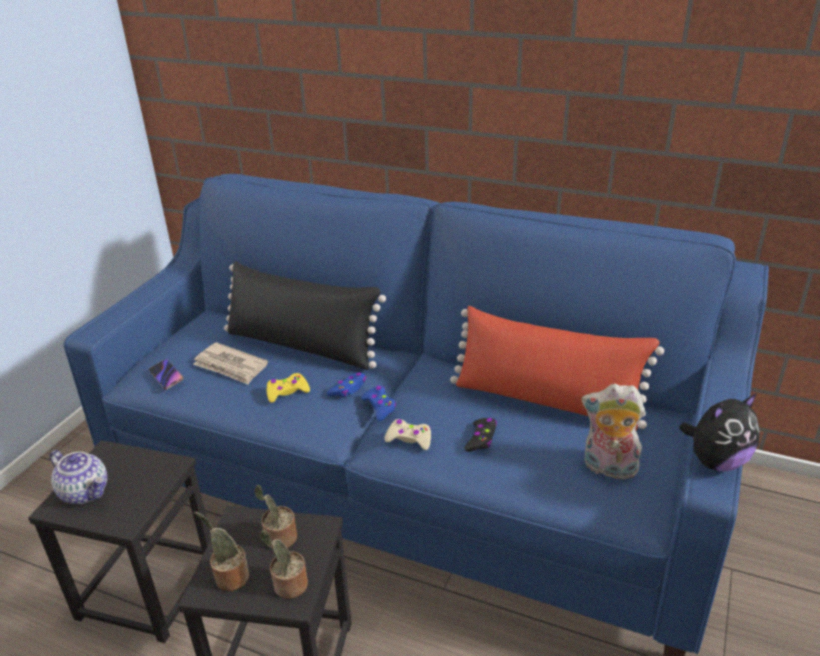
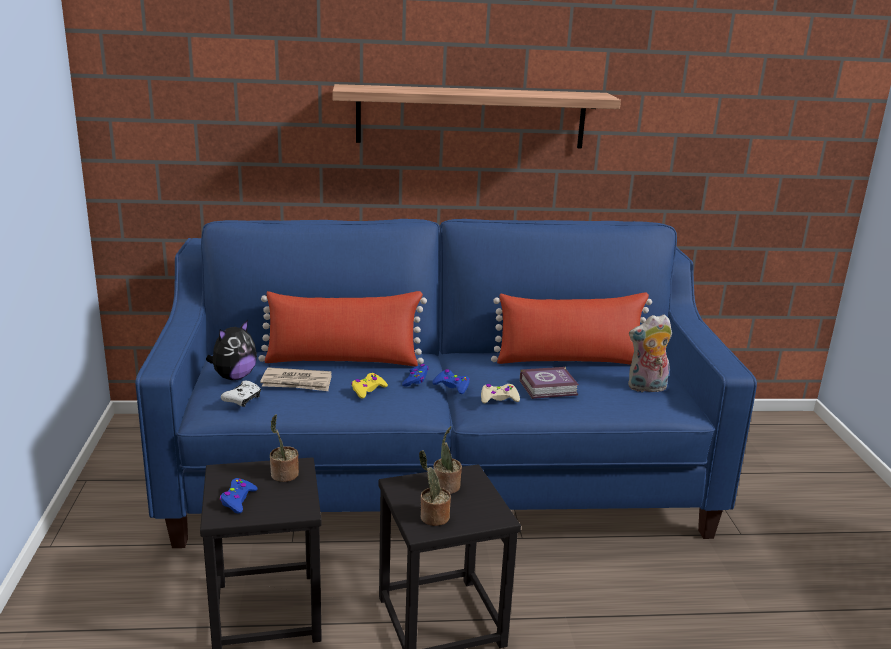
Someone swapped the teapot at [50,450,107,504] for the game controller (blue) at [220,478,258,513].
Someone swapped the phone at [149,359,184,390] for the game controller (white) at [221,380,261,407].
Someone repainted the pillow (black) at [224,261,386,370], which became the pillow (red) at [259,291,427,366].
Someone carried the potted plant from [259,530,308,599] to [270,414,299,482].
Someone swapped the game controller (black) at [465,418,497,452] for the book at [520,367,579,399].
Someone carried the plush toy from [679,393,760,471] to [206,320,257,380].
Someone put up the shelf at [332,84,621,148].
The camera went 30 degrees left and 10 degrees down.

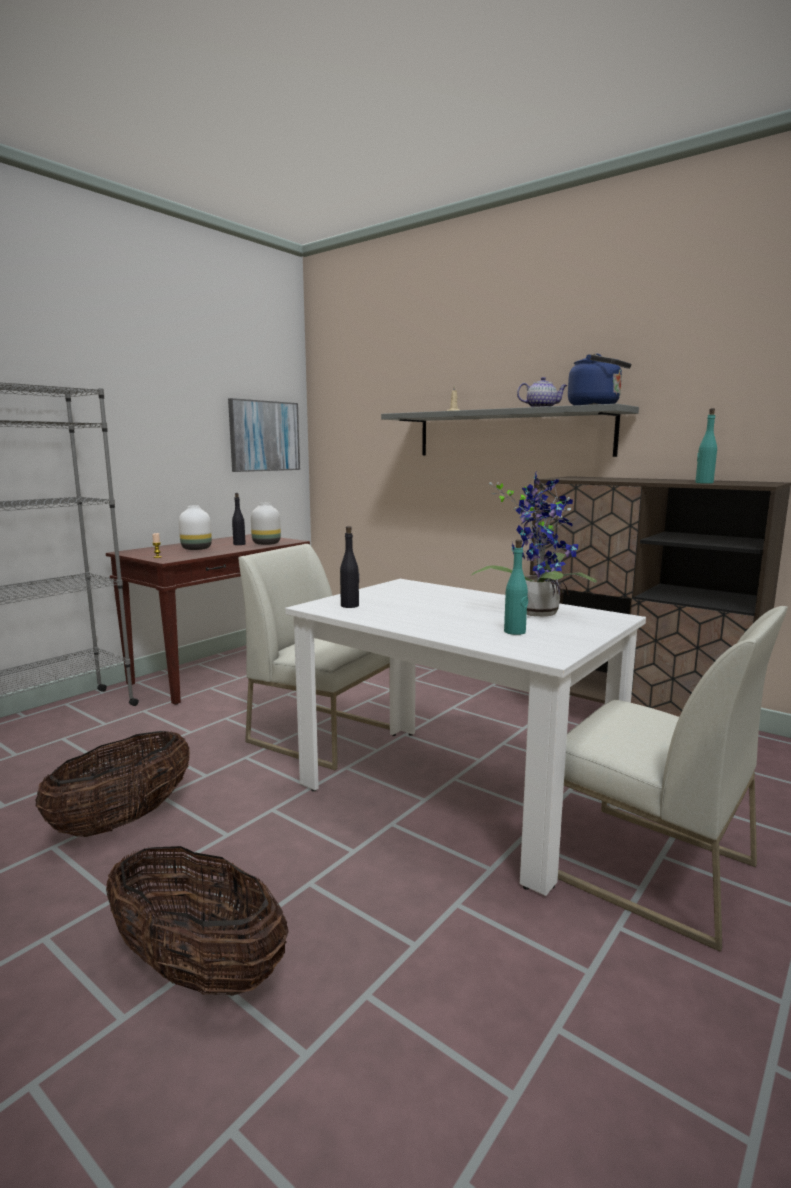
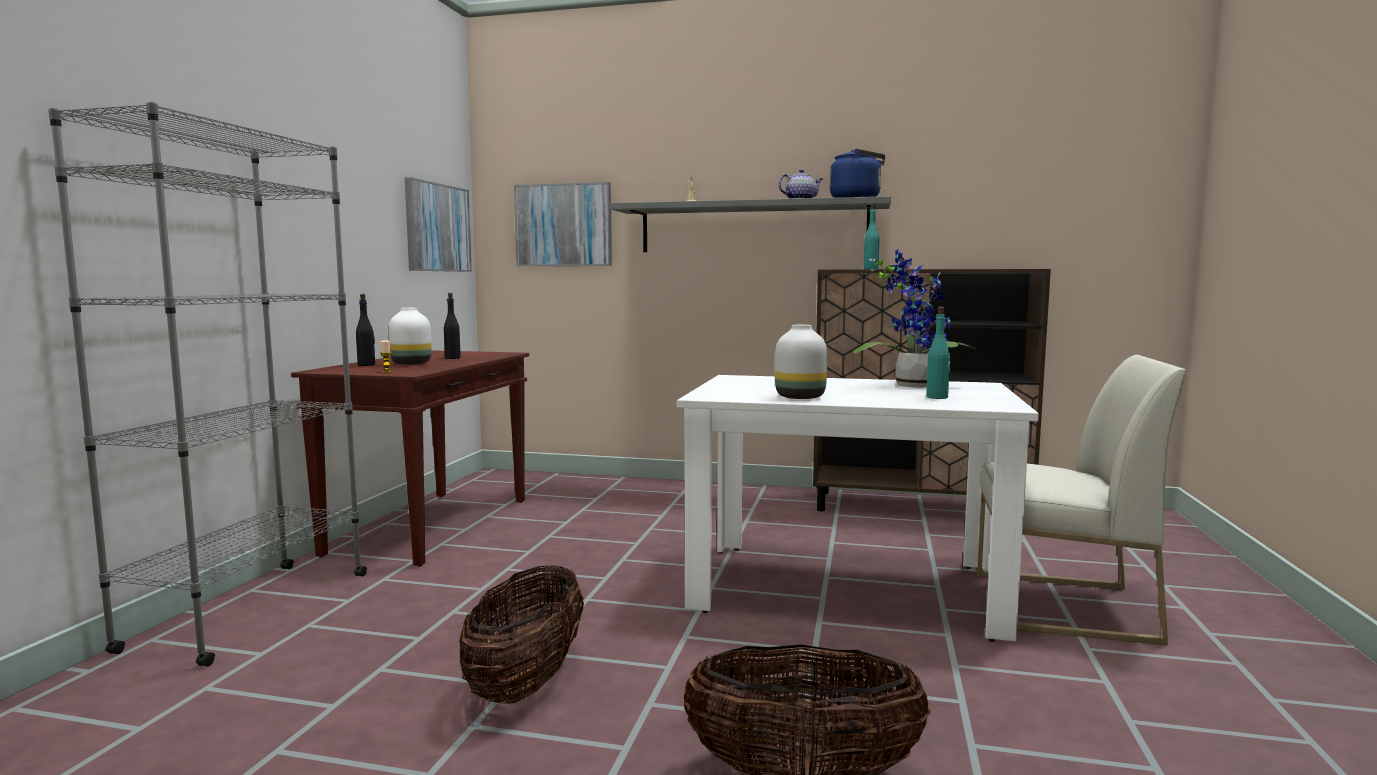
Someone took away the chair (white) at [238,544,390,770].
Someone carried the vase (white) from [251,503,281,545] to [775,325,827,399].
Someone carried the bottle (black) from [340,526,359,608] to [356,294,375,366].
Someone carried the bottle (turquoise) from [695,408,717,484] to [864,204,880,269].
Someone put up the picture at [514,182,612,266].
The camera went 25 degrees left and 5 degrees down.

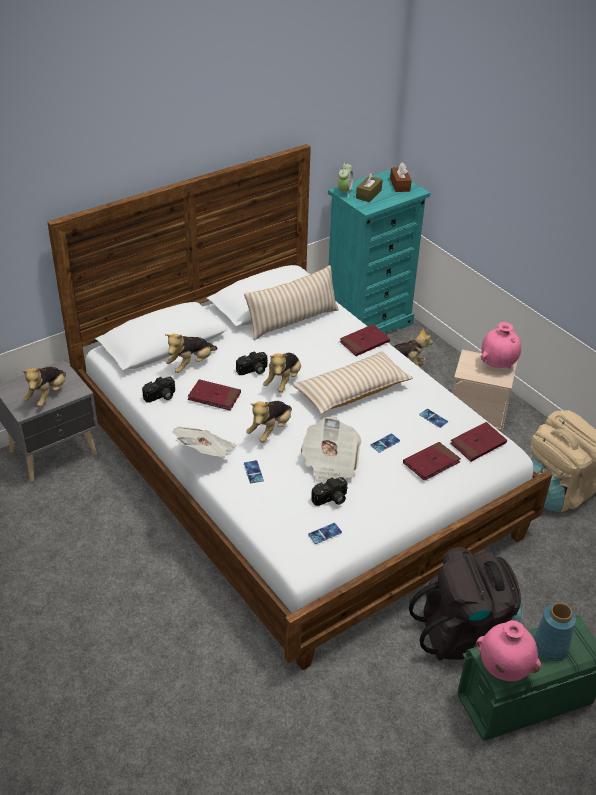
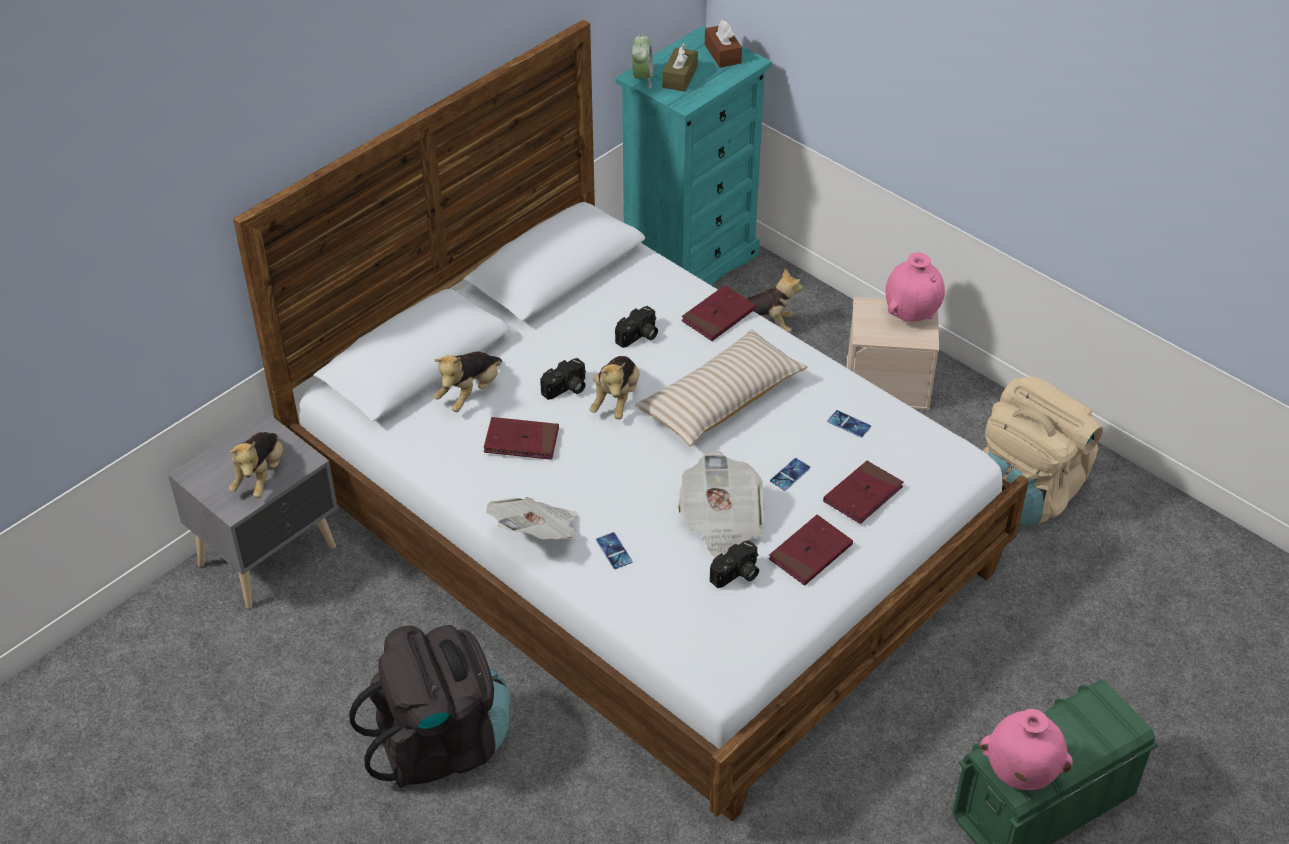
Someone carried the photo camera from [142,377,175,403] to [615,306,658,348].
Someone took away the pillow (beige) at [244,265,339,340].
Someone took away the plush toy at [246,401,292,443].
Someone took away the phone at [308,523,342,544].
Someone carried the backpack (black) from [409,547,522,660] to [349,625,510,788].
Someone carried the book (red) from [450,422,507,462] to [769,515,853,586].
Someone took away the vase (blue) at [534,603,576,661].
The camera went 10 degrees left and 5 degrees up.

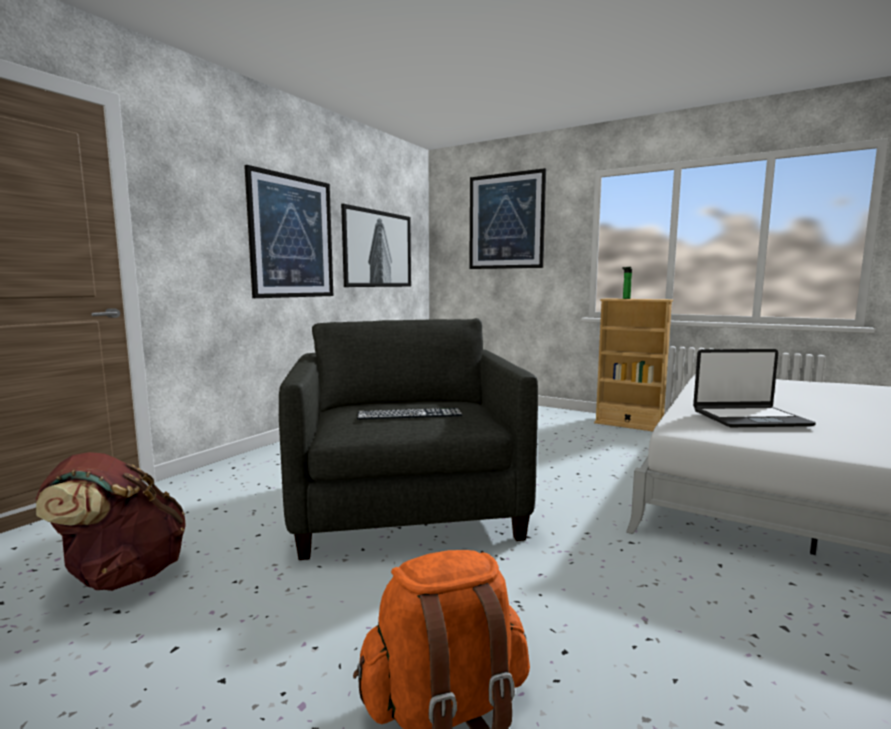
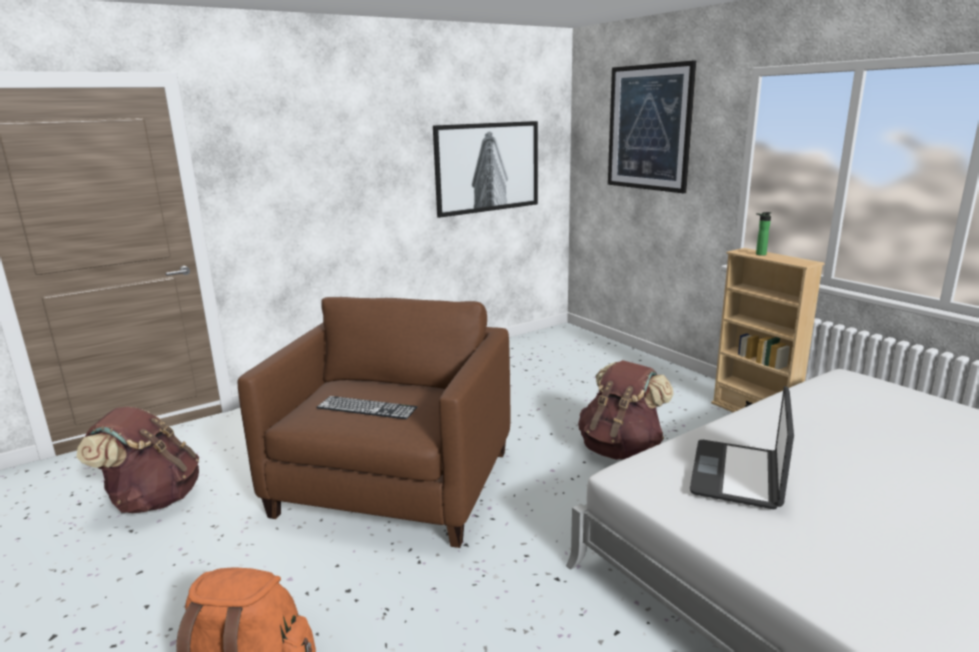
Someone took away the picture at [244,165,333,298].
Someone repainted the armchair (grey) at [279,318,538,560], which became the armchair (brown) at [238,297,510,548].
Someone rotated the laptop at [693,349,816,427] by 90 degrees clockwise.
Someone put down the backpack (brown) at [578,360,674,460].
The camera went 25 degrees right and 10 degrees up.

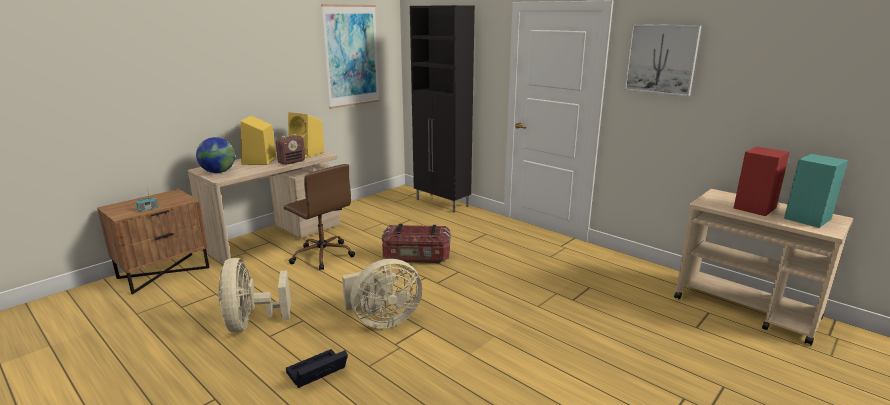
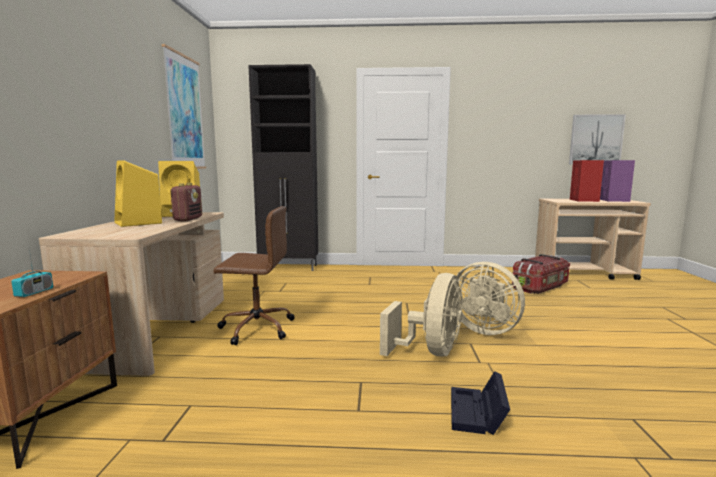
Someone took away the globe at [196,137,235,173].
Someone carried the fan (beige) from [218,258,291,332] to [456,262,525,335].
Someone carried the storage box from [382,224,451,263] to [512,254,570,294].
Someone carried the picture from [624,24,702,96] to [569,114,626,165].
Someone repainted the speaker (turquoise) at [784,154,848,228], which became the speaker (purple) at [600,160,635,202].
The camera went 40 degrees left and 10 degrees down.

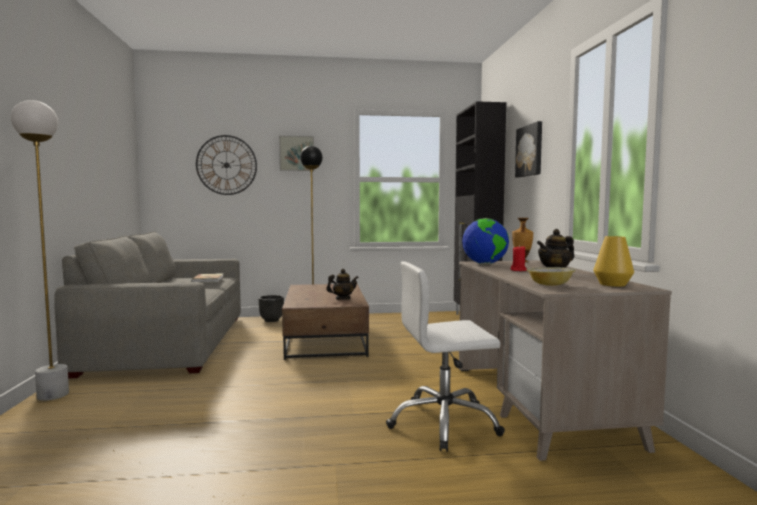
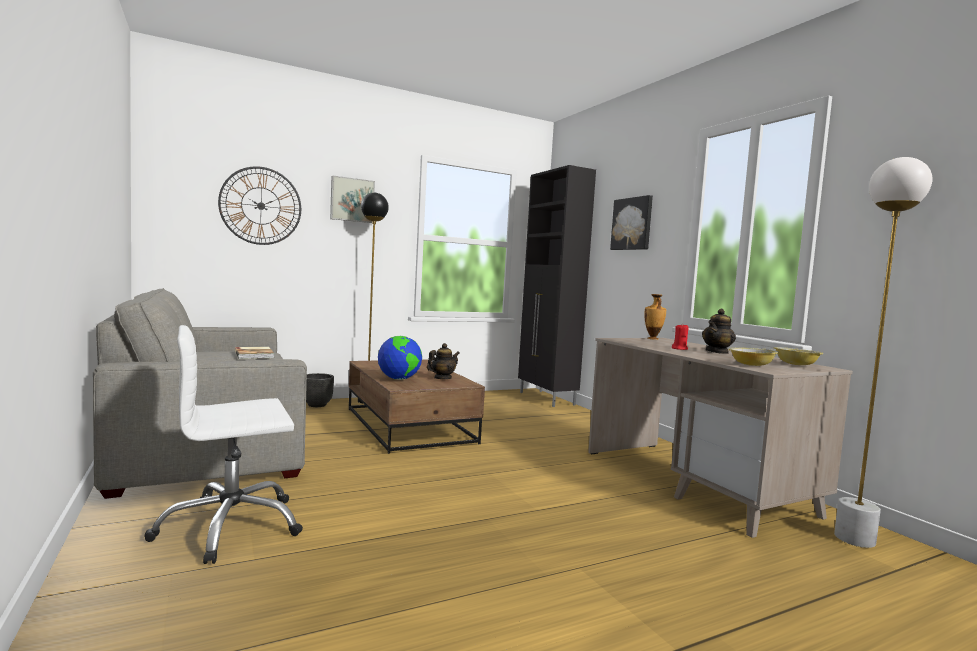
Someone carried the floor lamp (white) from [11,100,69,401] to [834,157,933,548].
Someone carried the office chair (white) from [386,261,505,452] to [144,325,303,564].
Someone carried the globe from [462,218,509,264] to [378,336,422,380].
Someone swapped the vase (yellow) at [594,236,634,287] for the bowl at [774,347,823,365].
The camera went 20 degrees left and 0 degrees up.

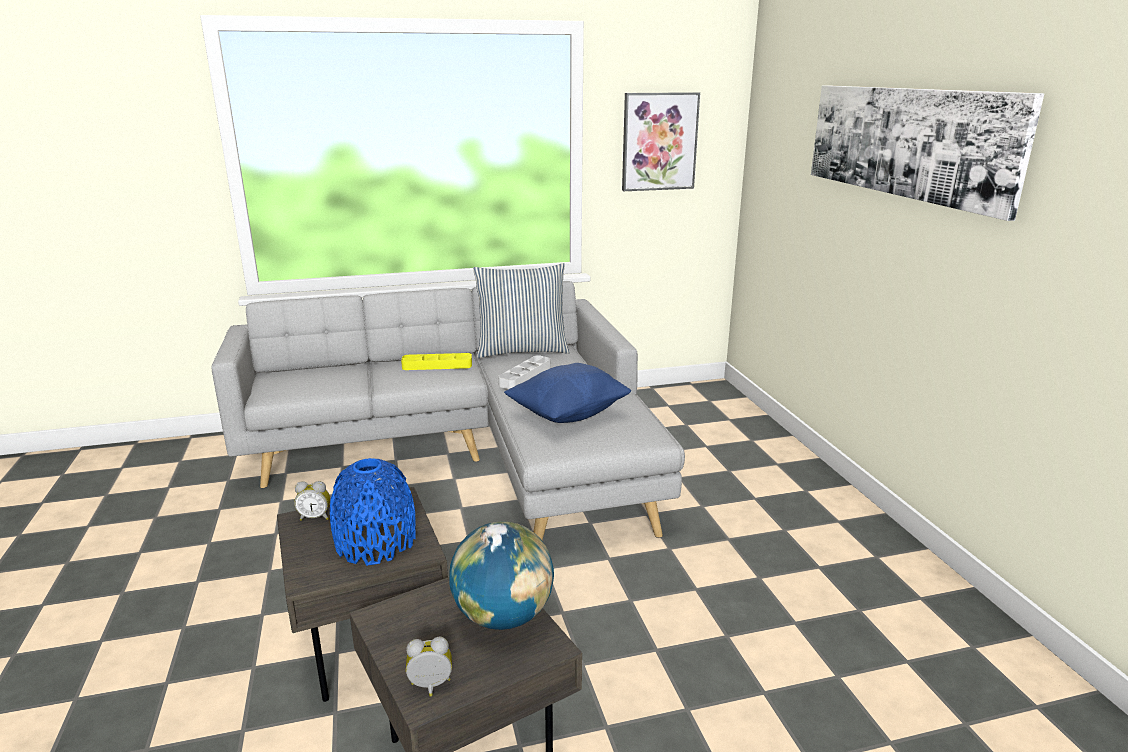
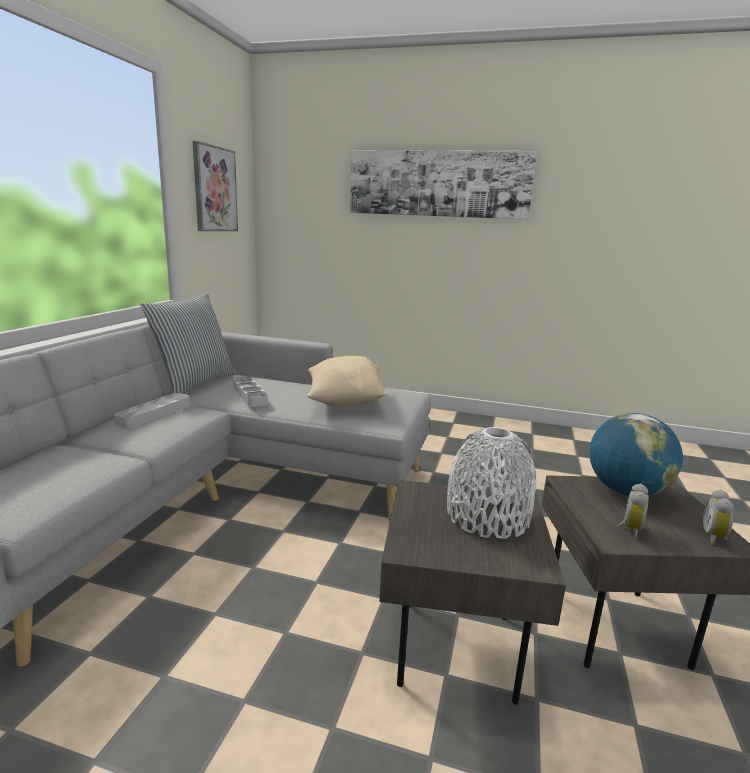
Someone carried the alarm clock from [294,481,330,521] to [618,483,649,538].
Someone repainted the vase (blue) at [330,458,416,566], which became the vase (white) at [447,427,536,539].
Someone repainted the tray (yellow) at [401,353,472,370], which became the tray (grey) at [115,393,190,429].
Someone repainted the pillow (blue) at [504,363,631,423], which became the pillow (beige) at [307,356,387,407].
The camera went 60 degrees left and 5 degrees down.

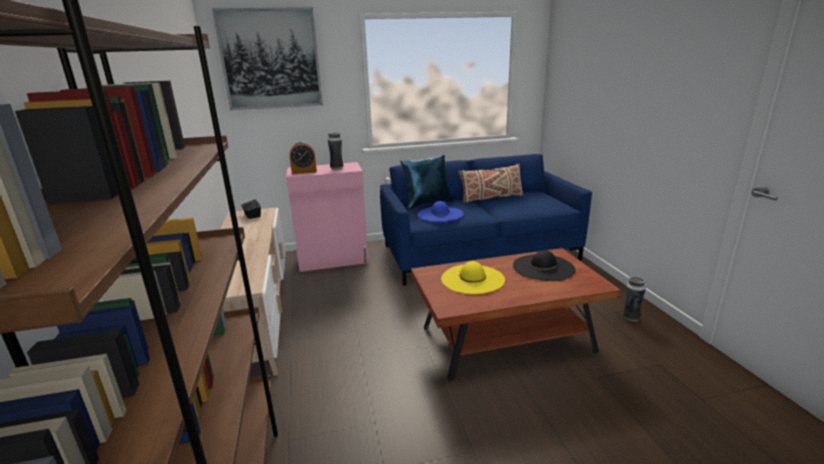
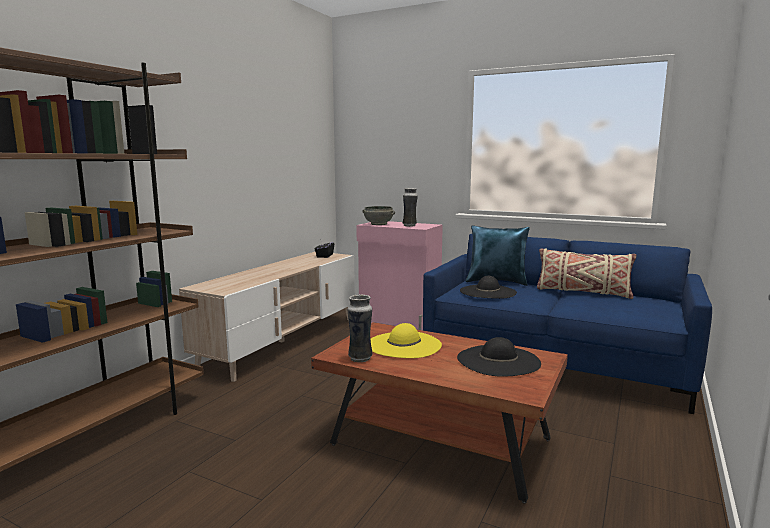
Someone took away the picture at [212,7,323,110].
Someone swapped the alarm clock at [290,142,317,174] for the bowl (grey) at [362,206,395,225].
Someone repainted the hat (blue) at [417,201,464,222], which became the hat (black) at [460,276,517,299].
Someone carried the vase from [623,276,646,322] to [348,294,373,362].
The camera went 40 degrees right and 10 degrees down.

